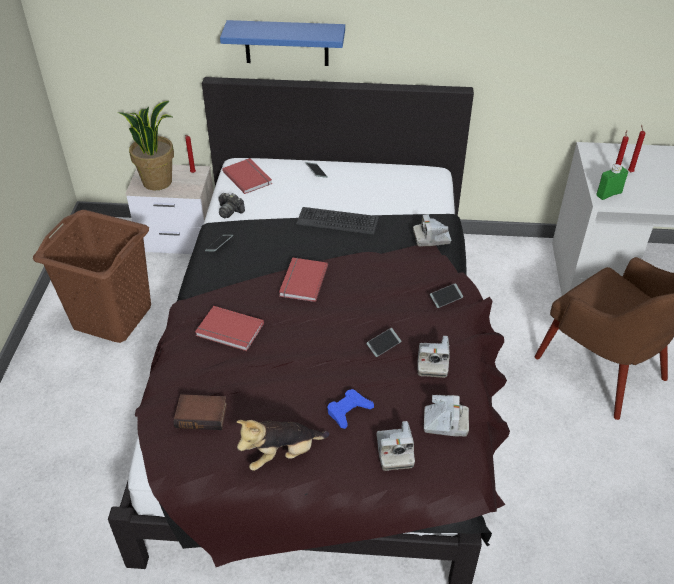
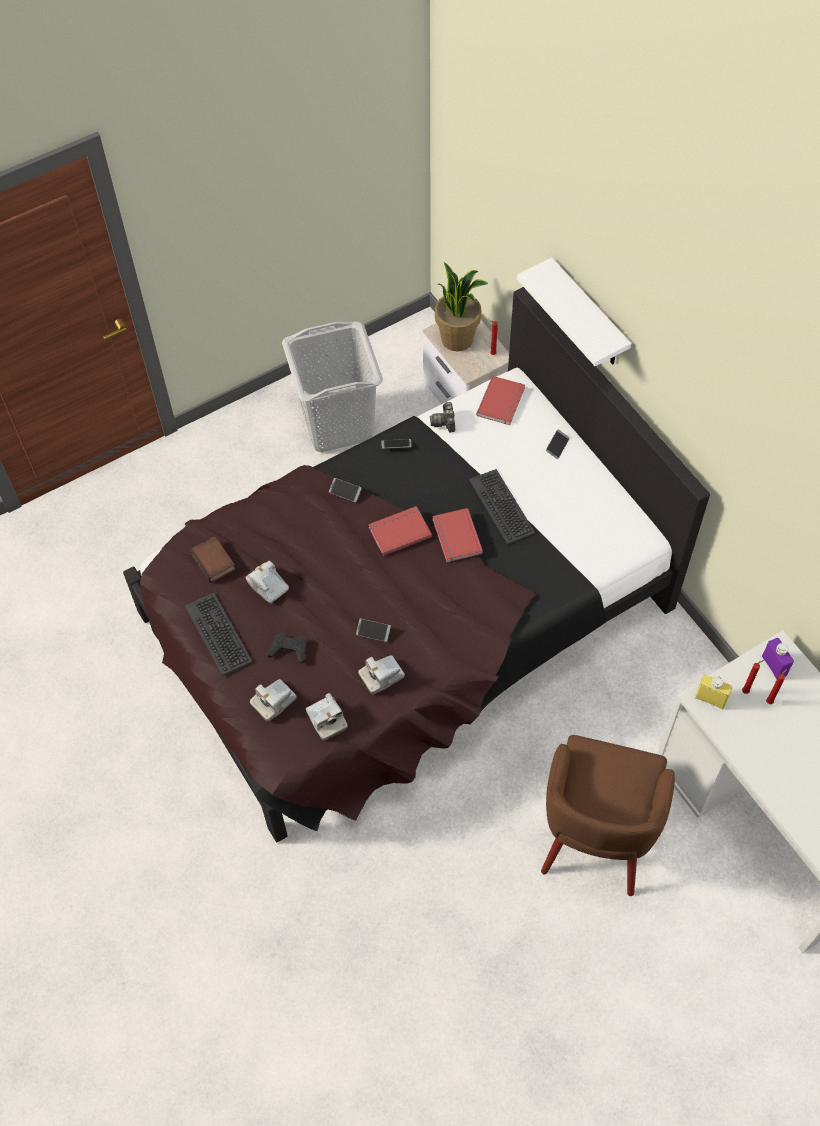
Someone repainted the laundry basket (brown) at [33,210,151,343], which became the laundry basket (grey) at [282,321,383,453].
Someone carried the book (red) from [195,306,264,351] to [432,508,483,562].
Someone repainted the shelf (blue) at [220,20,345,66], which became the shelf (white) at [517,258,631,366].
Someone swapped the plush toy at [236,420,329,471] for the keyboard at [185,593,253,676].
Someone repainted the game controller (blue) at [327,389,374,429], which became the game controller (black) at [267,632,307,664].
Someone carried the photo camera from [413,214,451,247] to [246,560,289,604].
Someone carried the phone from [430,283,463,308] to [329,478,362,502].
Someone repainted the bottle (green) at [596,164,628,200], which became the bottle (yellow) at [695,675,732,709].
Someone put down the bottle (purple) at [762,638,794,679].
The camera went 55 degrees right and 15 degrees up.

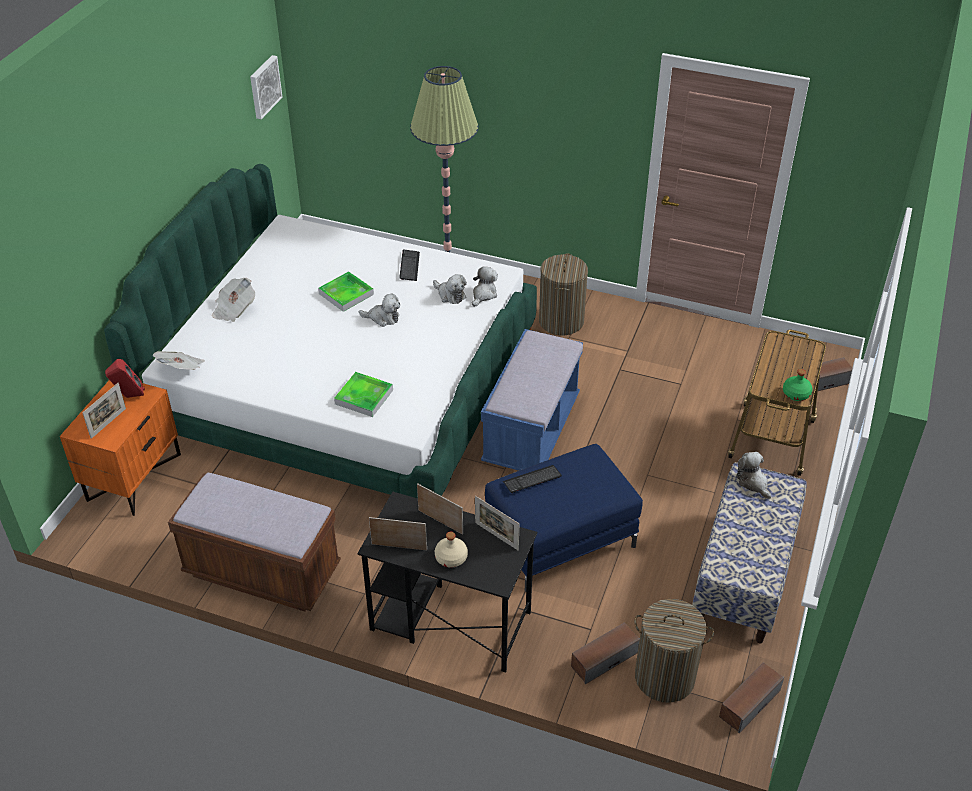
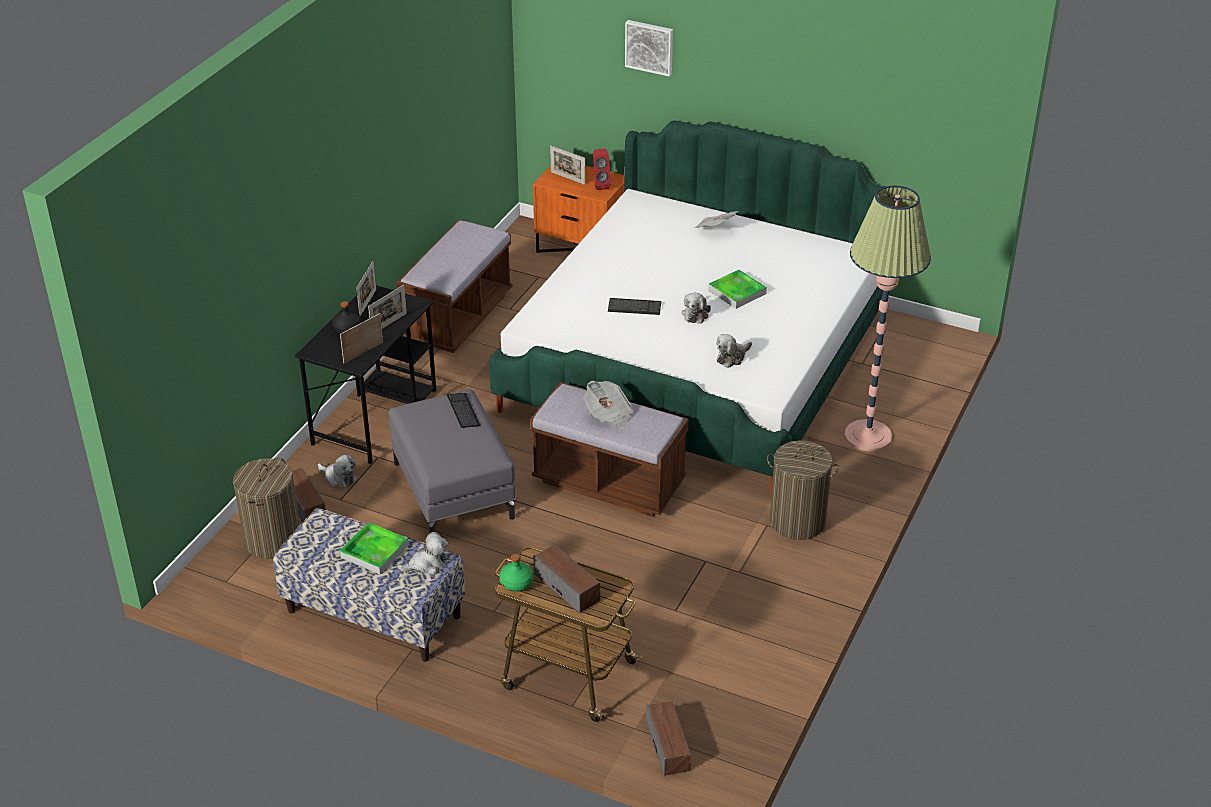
Someone carried the newspaper from [153,351,205,370] to [583,381,634,430].
Someone carried the picture from [250,55,283,119] to [625,20,673,76].
Someone carried the tray from [334,372,393,417] to [340,522,409,574].
Someone carried the keyboard from [399,250,420,281] to [608,298,661,315].
Someone repainted the bottle (beige) at [435,532,468,568], which became the bottle (black) at [332,301,361,333].
Someone carried the plush toy from [472,267,498,307] to [318,455,357,488].
Someone repainted the bench (blue) at [481,329,583,471], which became the bench (brown) at [530,382,689,517].
Someone repainted the ottoman (blue) at [485,444,643,592], which became the ottoman (grey) at [389,389,516,533].
Someone carried the speaker from [719,662,784,733] to [533,545,600,613].
The camera went 95 degrees right and 5 degrees down.

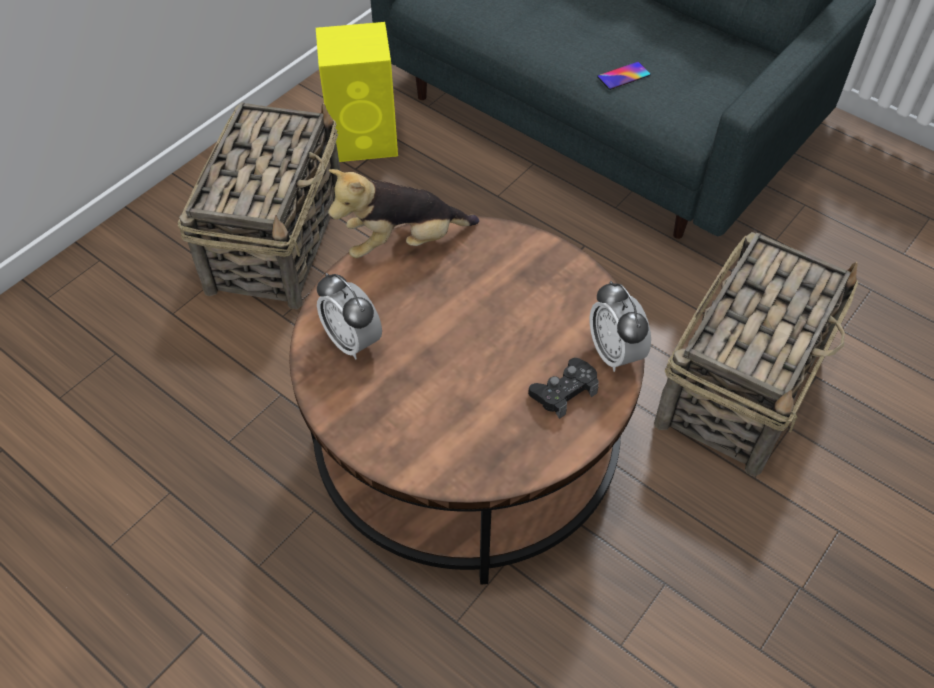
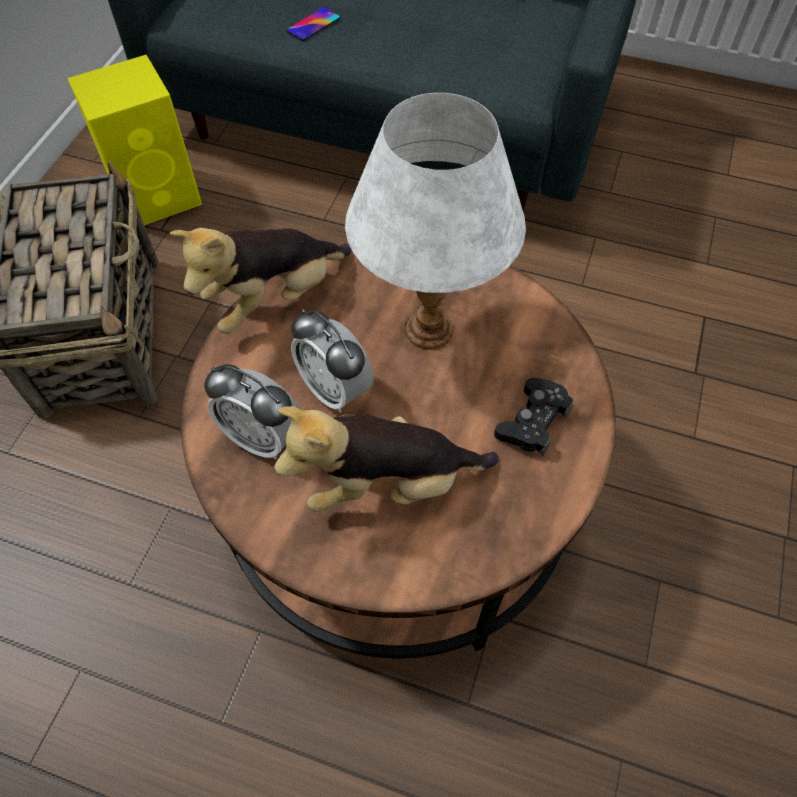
Someone carried the alarm clock from [590,281,651,372] to [291,309,374,413].
Someone carried the phone from [597,62,651,90] to [286,7,341,41].
Someone took away the basket at [654,232,858,476].
Someone put down the plush toy at [274,406,499,512].
Someone put down the table lamp (white) at [345,93,526,350].
The camera went 20 degrees left and 5 degrees up.

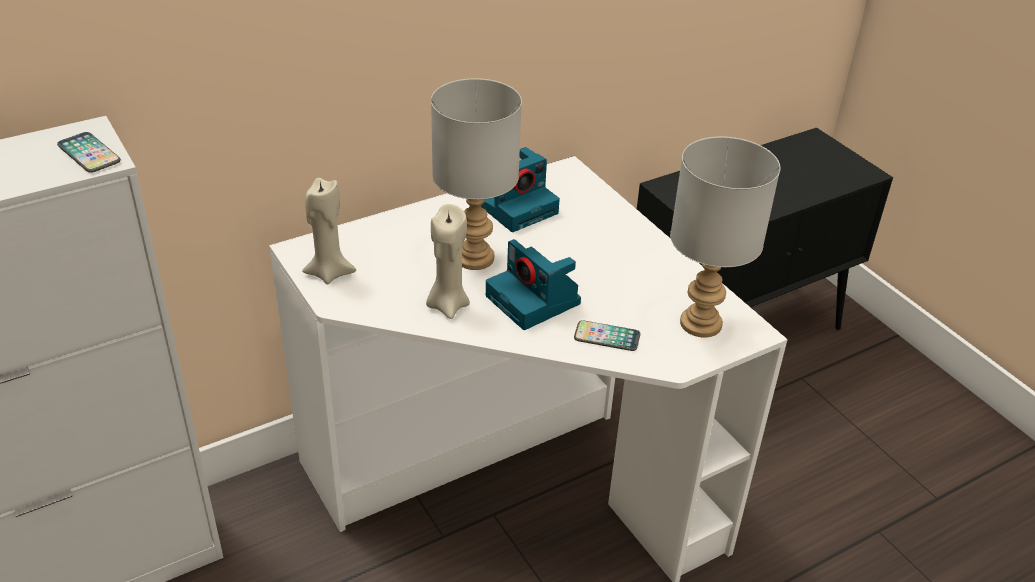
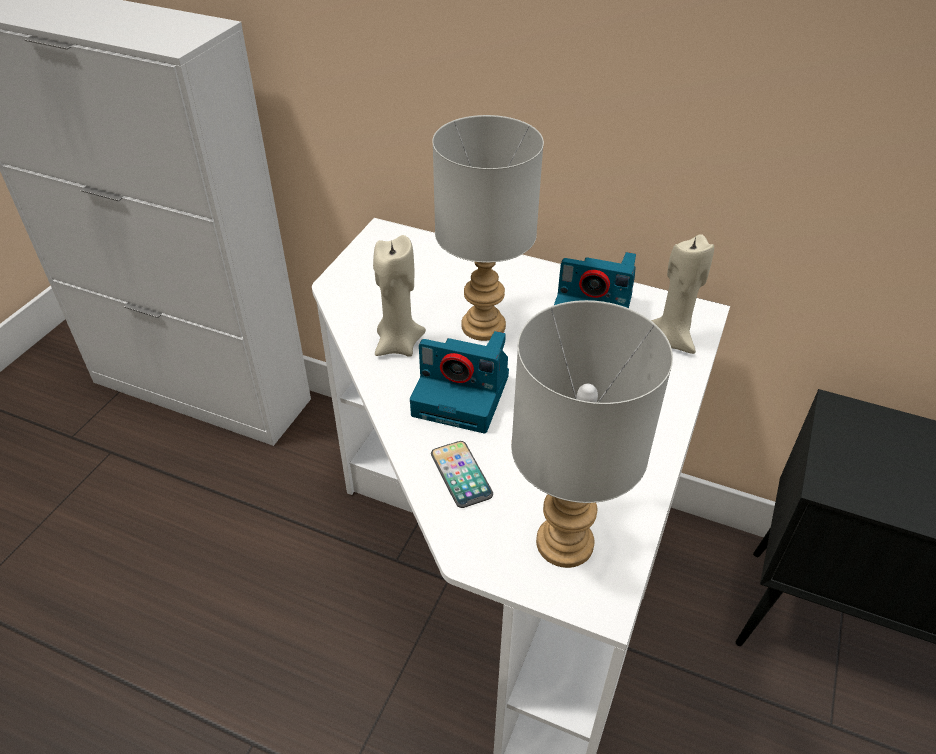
Someone took away the phone at [57,132,121,173].
Someone carried the candle (beige) from [302,178,356,284] to [651,234,714,354].
Someone rotated the photo camera at [486,239,581,330] by 90 degrees counterclockwise.
The camera went 55 degrees right and 5 degrees up.

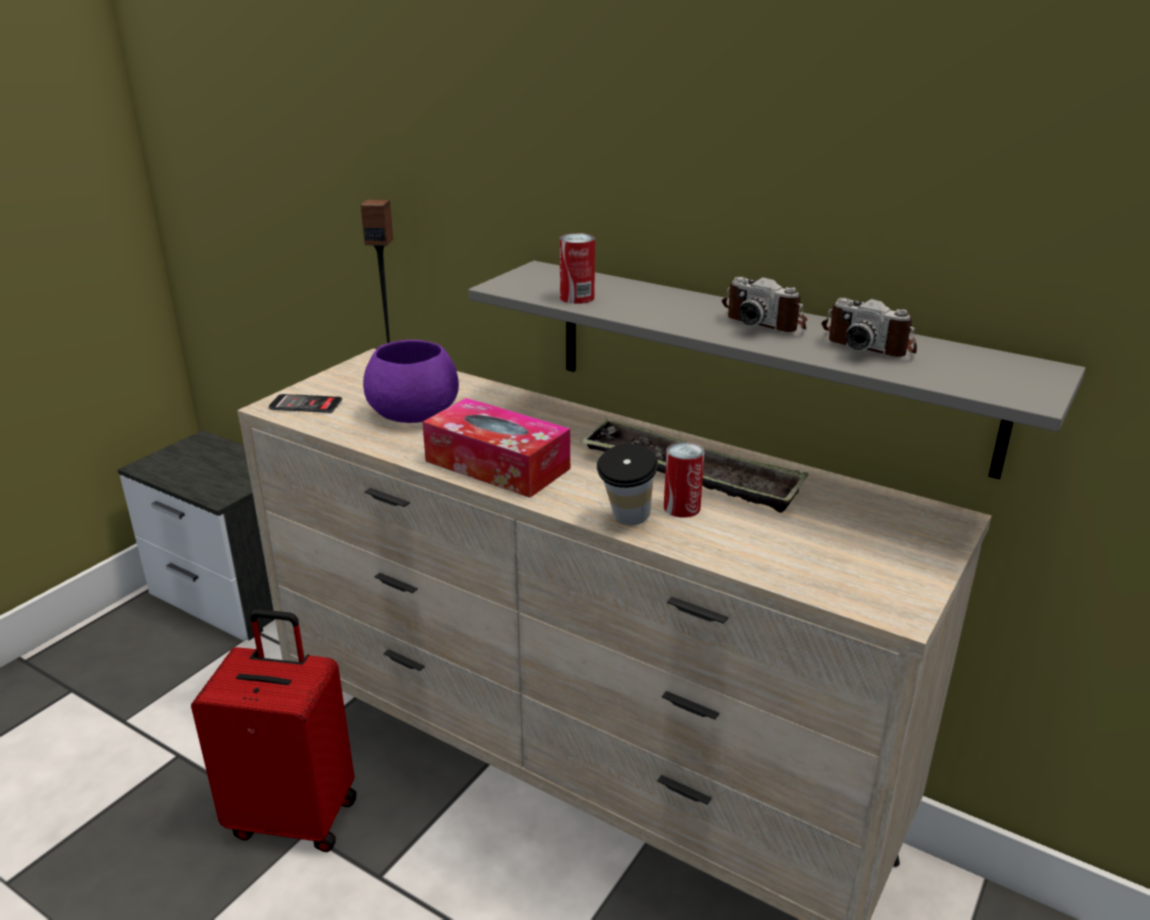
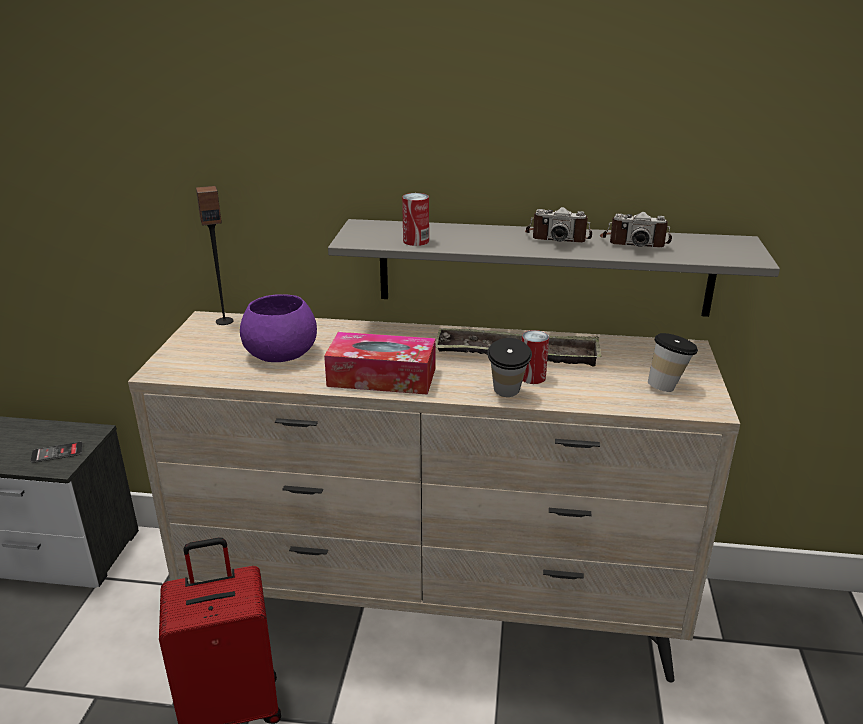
Someone carried the phone from [268,394,342,413] to [31,442,83,463].
Someone put down the cup at [648,333,698,392].
The camera went 25 degrees left and 0 degrees up.

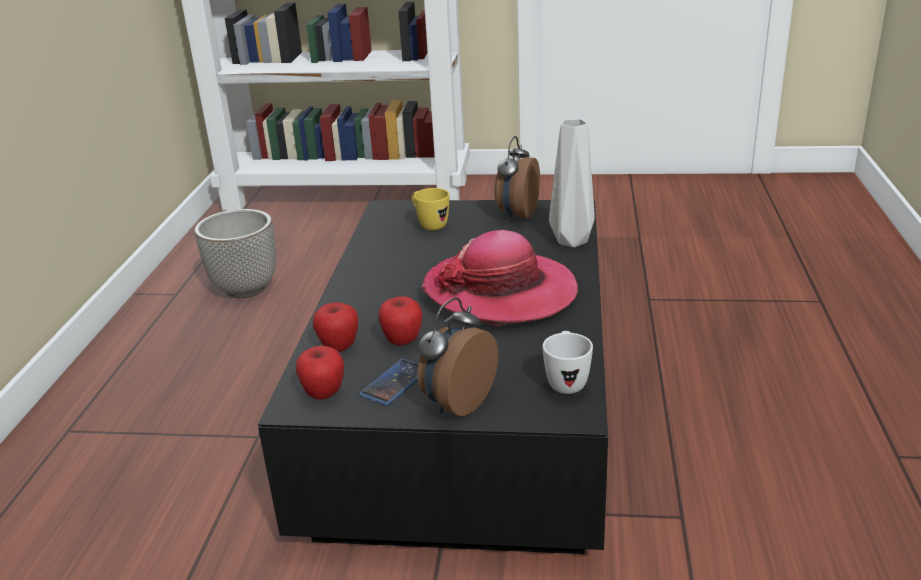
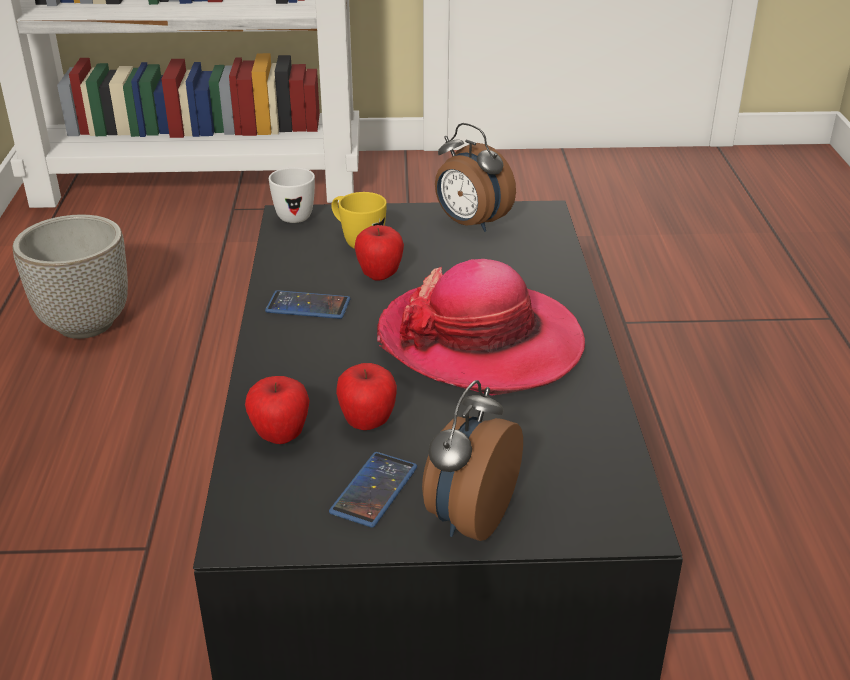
Someone carried the apple from [296,345,344,399] to [355,225,404,281].
Someone rotated the alarm clock at [495,136,540,221] by 60 degrees counterclockwise.
Someone carried the mug (white) from [543,331,593,394] to [269,167,315,223].
Someone took away the vase (grey) at [549,119,595,247].
Someone put down the phone at [265,290,350,319].
The camera went 10 degrees left and 5 degrees up.

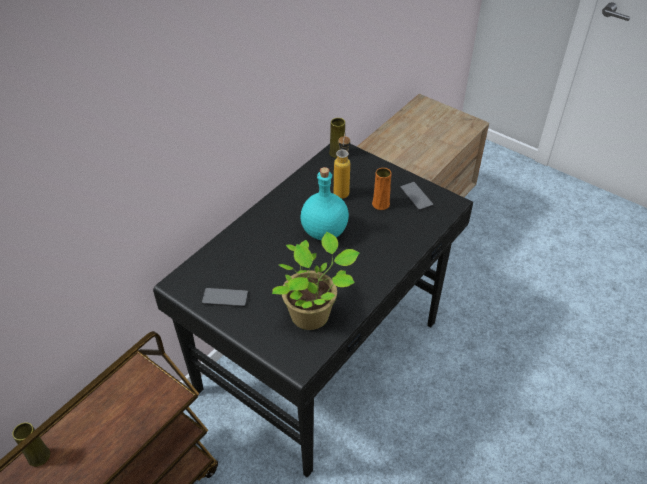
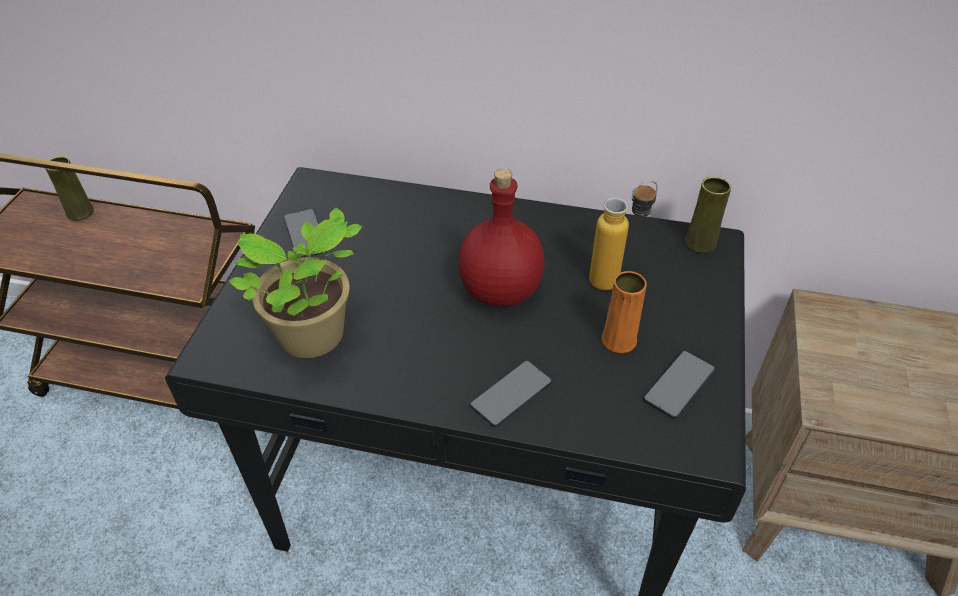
Someone repainted the bottle (turquoise) at [300,167,349,240], which became the bottle (red) at [458,169,545,307].
Someone put down the phone at [470,361,552,427].
The camera went 65 degrees right and 0 degrees up.

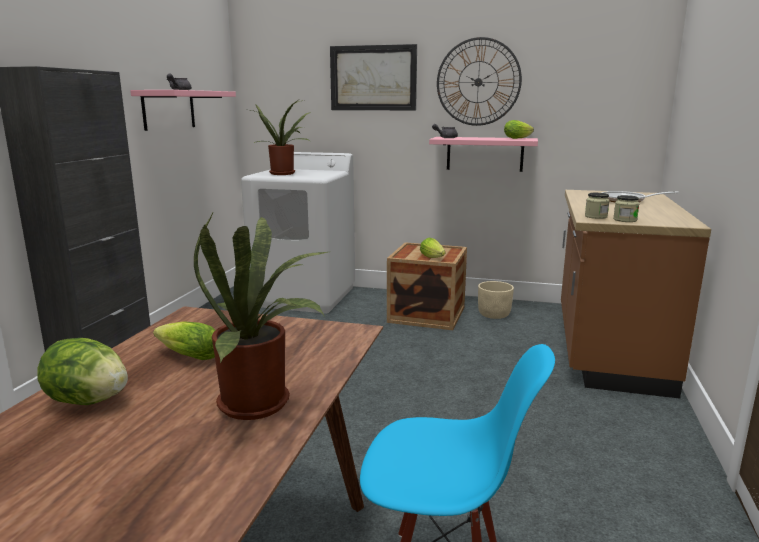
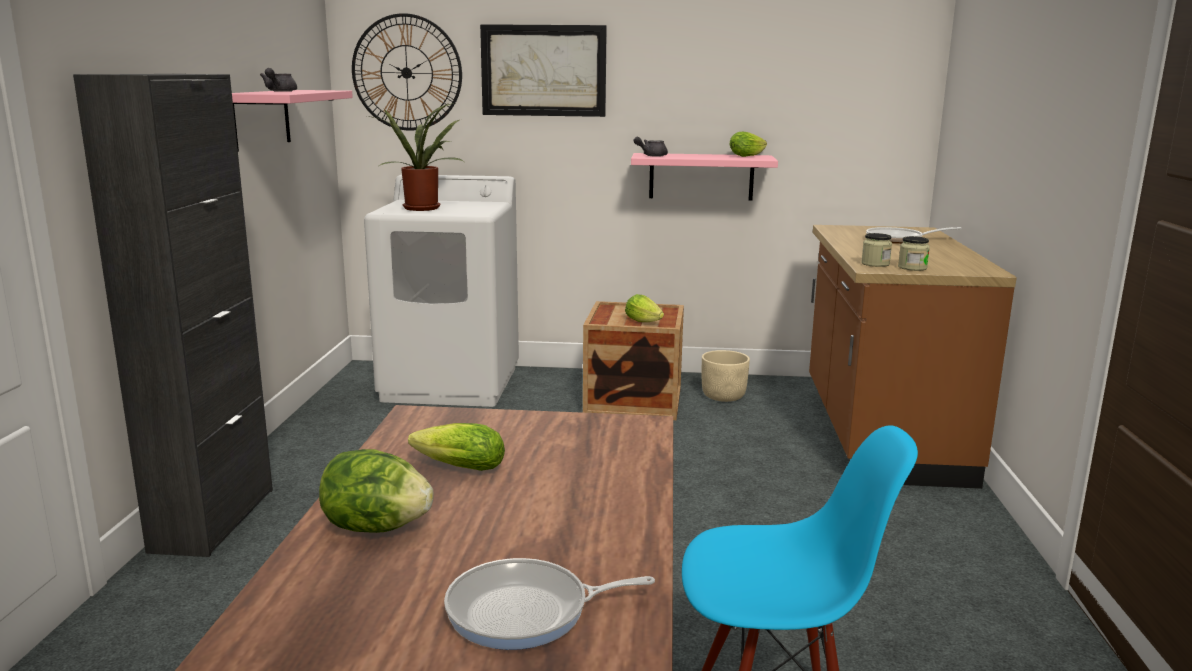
Someone took away the potted plant at [194,211,328,420].
Someone carried the wall clock from [437,37,522,126] to [352,13,462,131].
Someone put down the frying pan at [444,558,655,650].
The camera went 10 degrees left and 0 degrees up.

